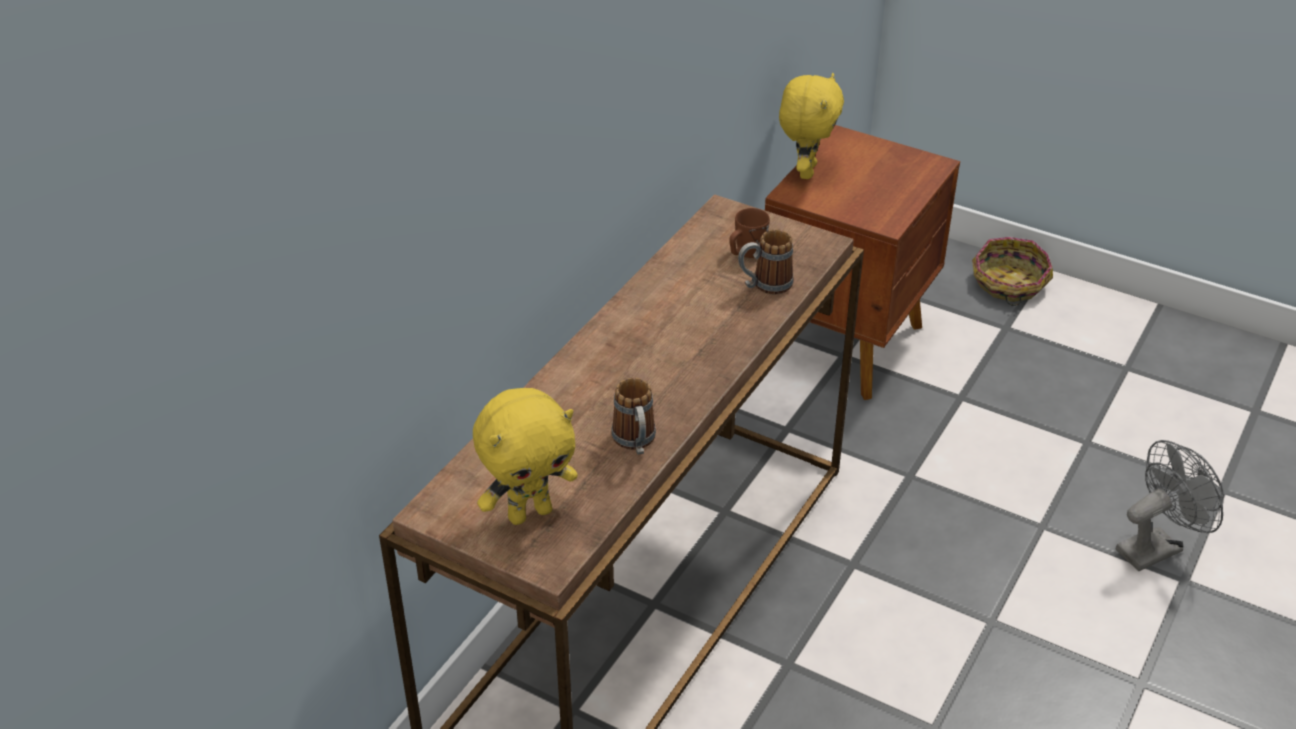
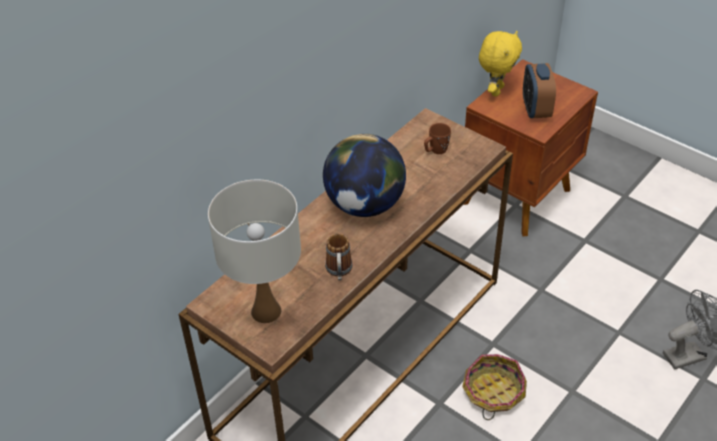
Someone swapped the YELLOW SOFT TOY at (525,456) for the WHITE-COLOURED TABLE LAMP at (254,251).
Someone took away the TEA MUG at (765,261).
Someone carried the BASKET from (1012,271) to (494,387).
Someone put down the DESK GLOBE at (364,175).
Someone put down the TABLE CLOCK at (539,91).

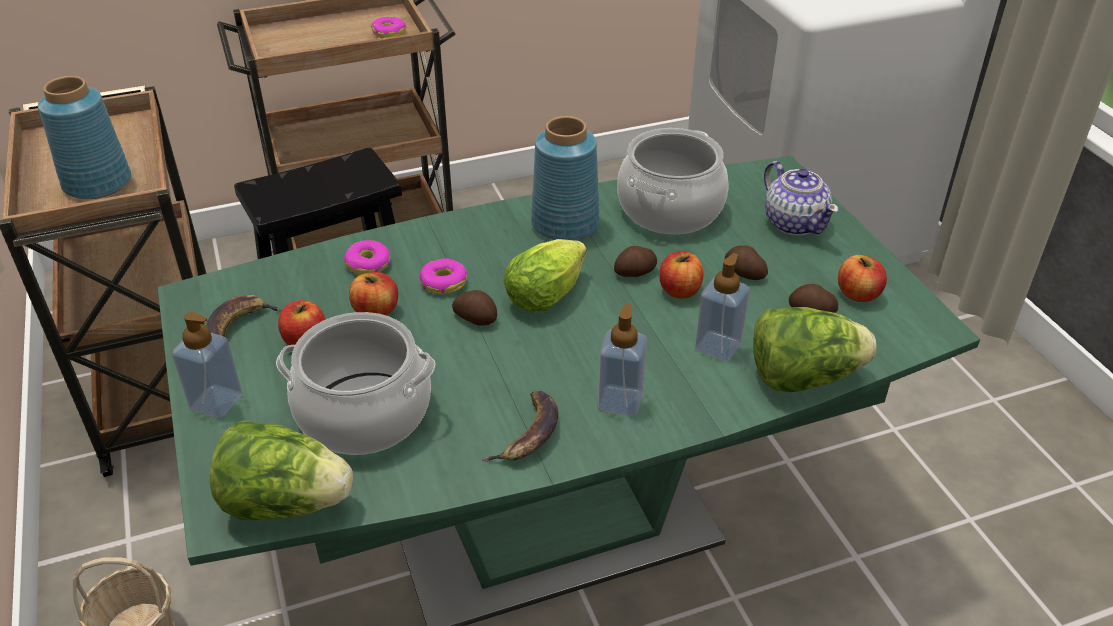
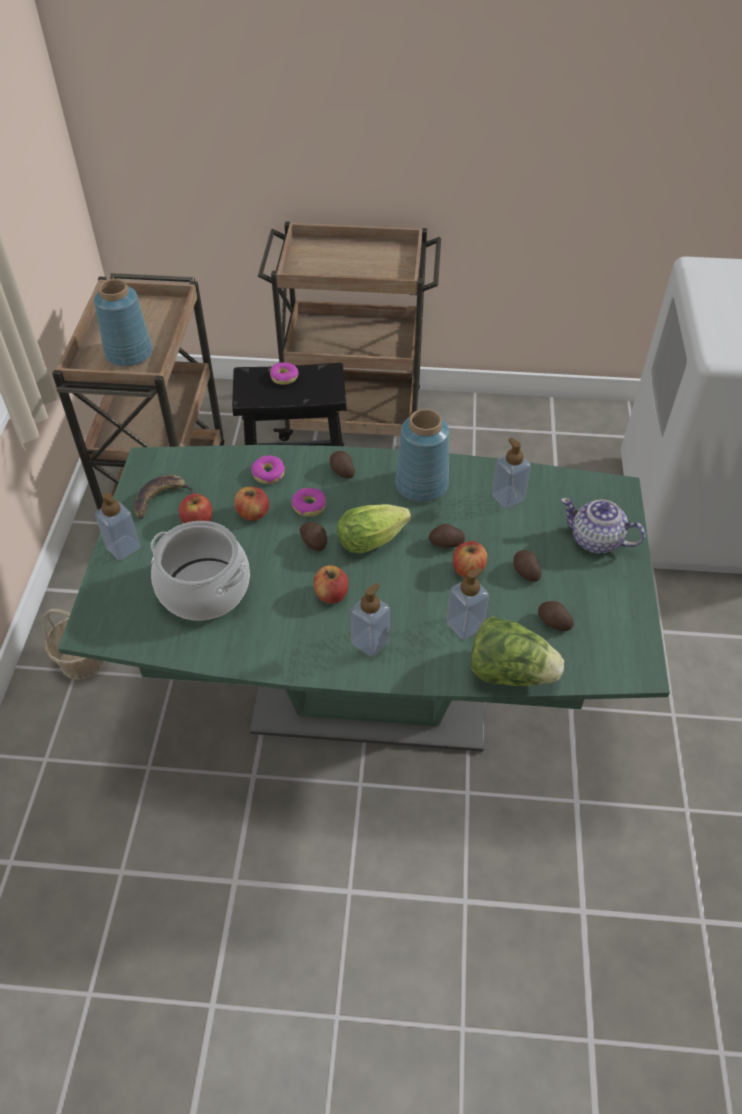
Someone took away the LETTUCE HEAD at (281,470).
Someone carried the DOUGHNUT from (388,27) to (284,373).
Someone took away the BANANA at (520,426).
Someone swapped the STOCKPOT at (672,181) for the LIQUID SOAP BOTTLE at (511,473).
Someone rotated the POT FOR TEA at (801,198) by 120 degrees clockwise.
Someone carried the APPLE from (862,278) to (331,584).
Someone put down the POTATO at (342,465).

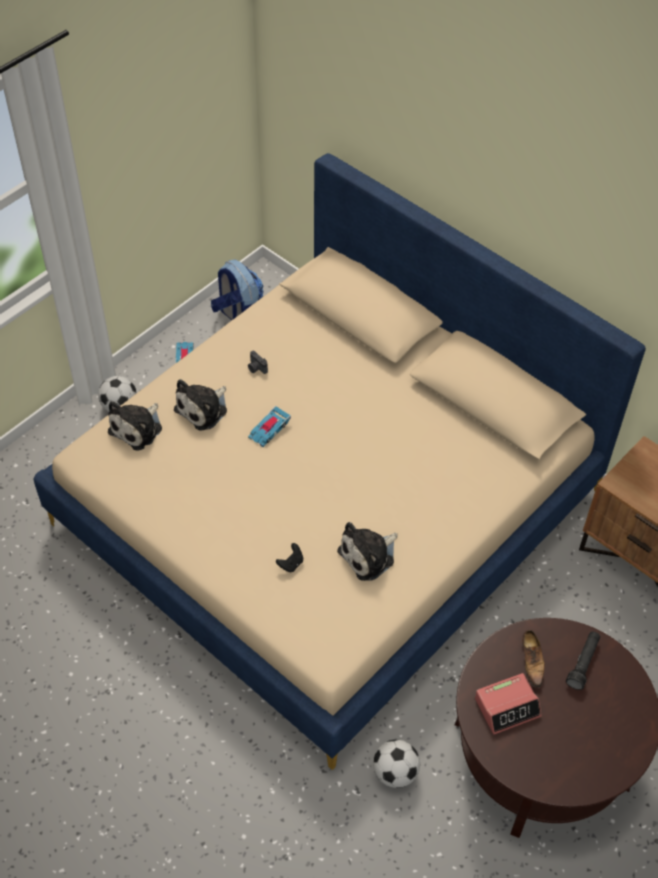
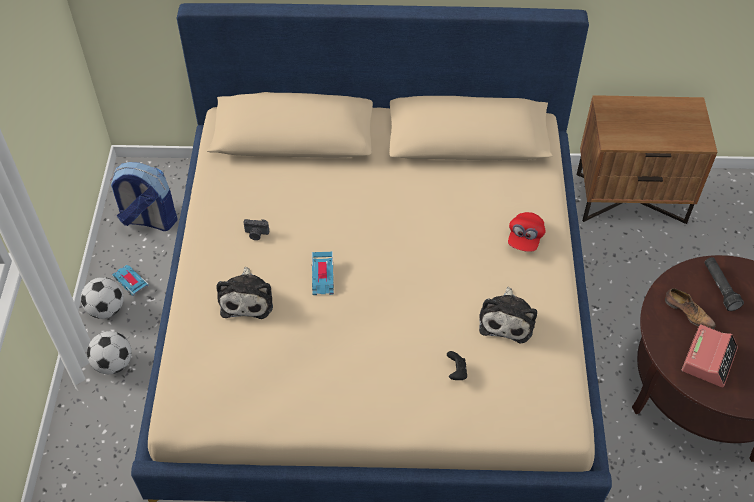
Someone took away the SOFT TOY at (135,426).
Someone carried the FOOTBALL BALL from (396,763) to (102,298).
Someone put down the RED-COLOURED PEAKED CAP at (527,232).

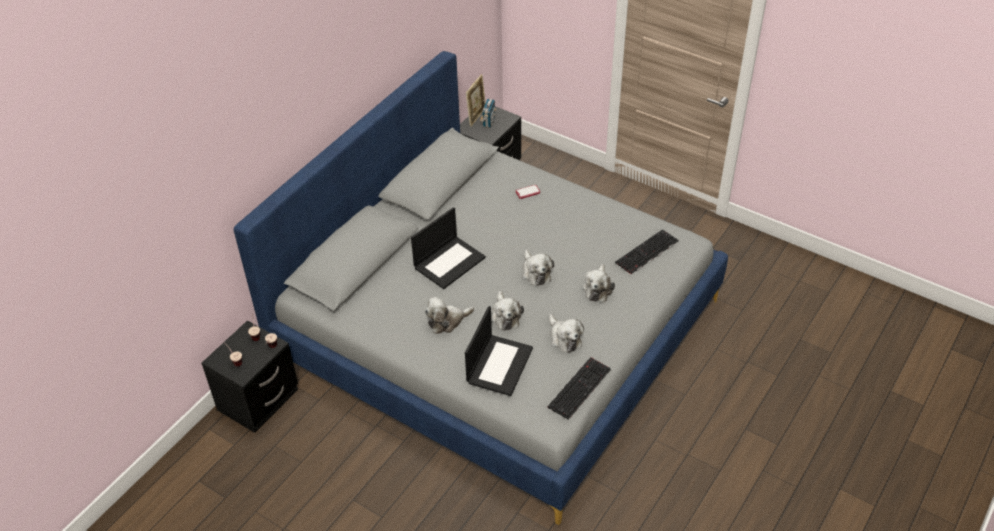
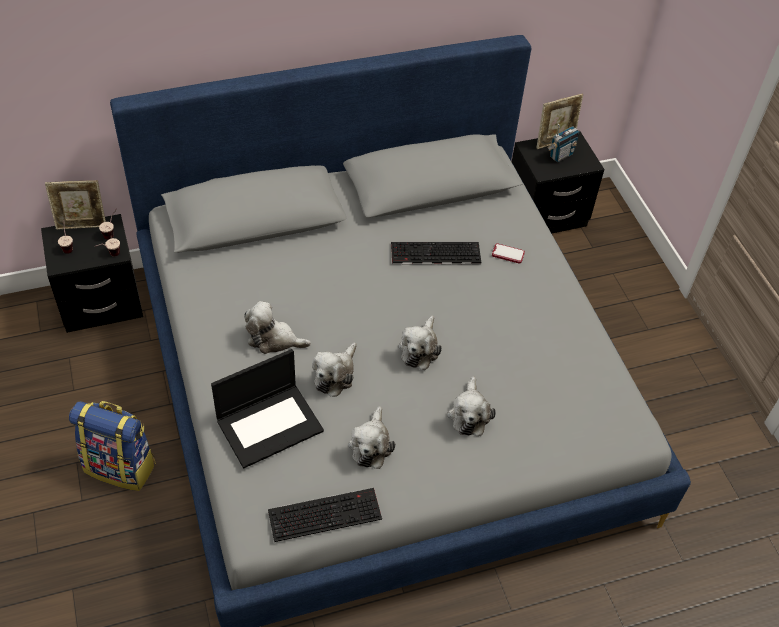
Someone took away the PORTABLE COMPUTER at (448,248).
Someone rotated the SOFT TOY at (598,283) by 45 degrees counterclockwise.
Someone carried the COMPUTER KEYBOARD from (647,251) to (436,253).
Someone put down the STANDING FRAME at (75,205).
Someone put down the RUCKSACK at (112,446).

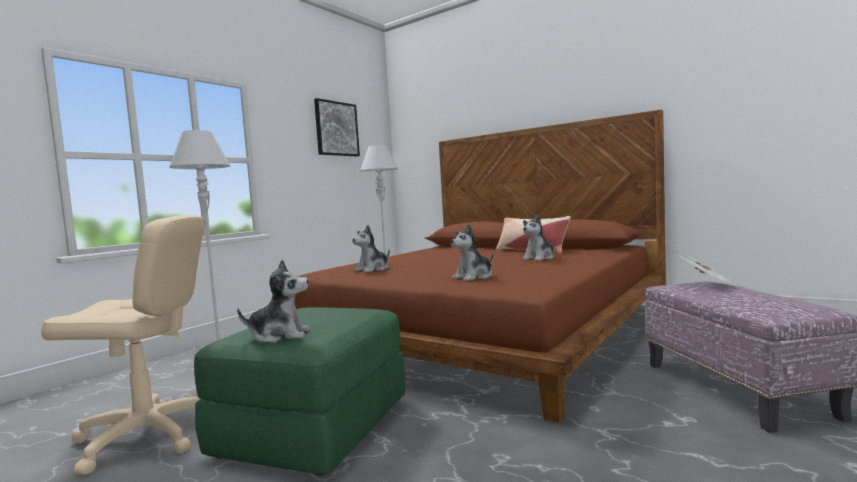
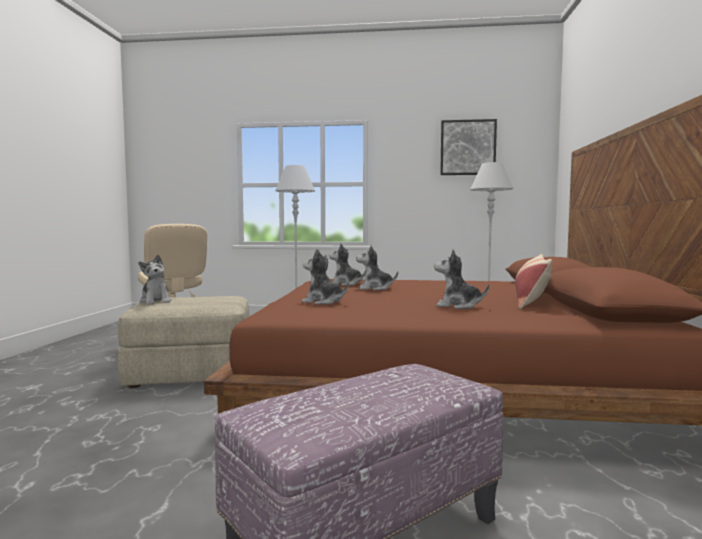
Someone repainted the GREENISH FOOTREST at (300,391), which became the BEIGE FOOTREST at (183,342).
Someone took away the PRINTED PAPER at (707,269).
Someone put down the SOFT TOY at (377,267).

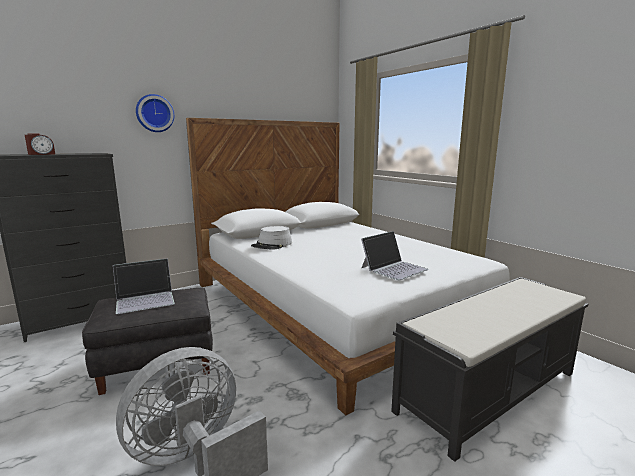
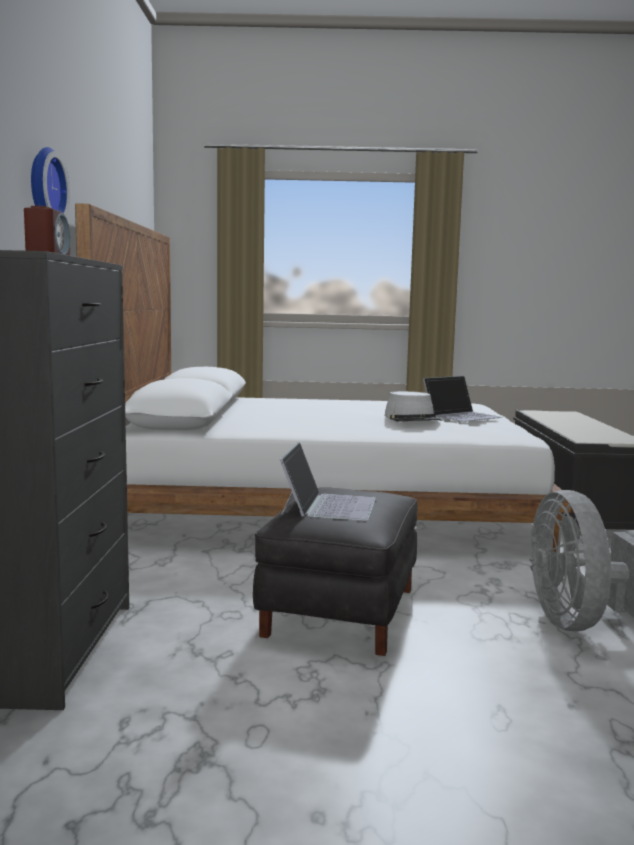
Someone carried the GRAY HAT from (271,238) to (413,406).
Someone rotated the PORTABLE COMPUTER at (395,255) by 60 degrees clockwise.

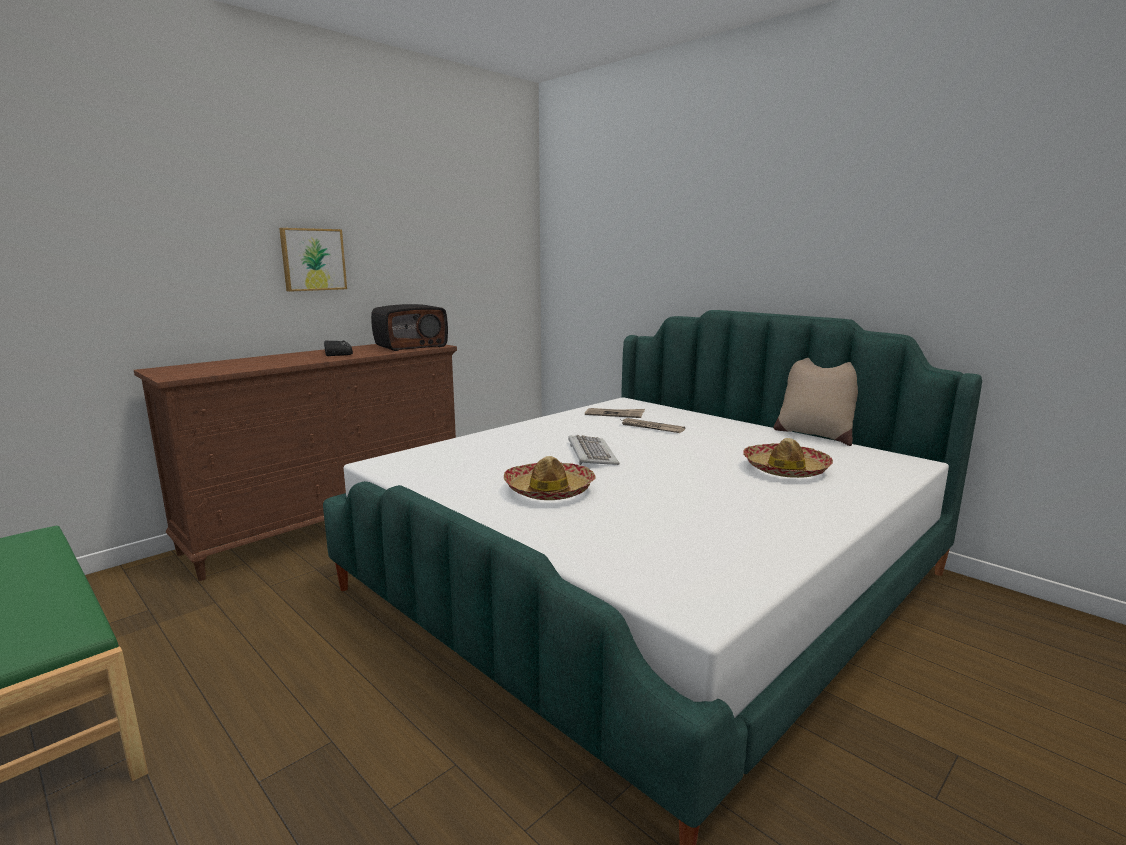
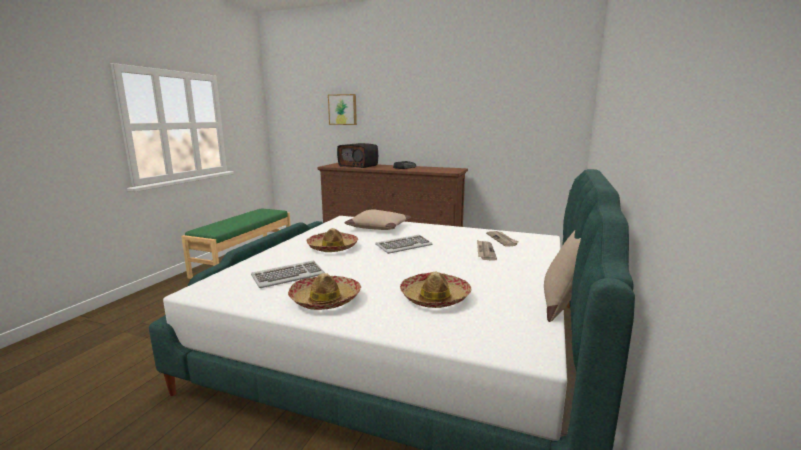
Someone carried the PICTURE from (313,260) to (342,109).
Someone carried the RADIO SET from (409,327) to (357,155).
Someone put down the COMPUTER KEYBOARD at (288,274).
Someone put down the HAT at (324,291).
Someone put down the BEIGE CUSHION at (378,219).

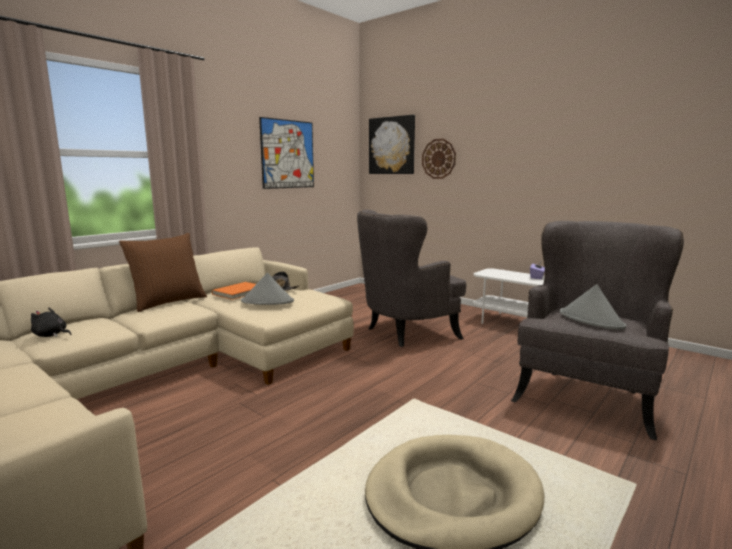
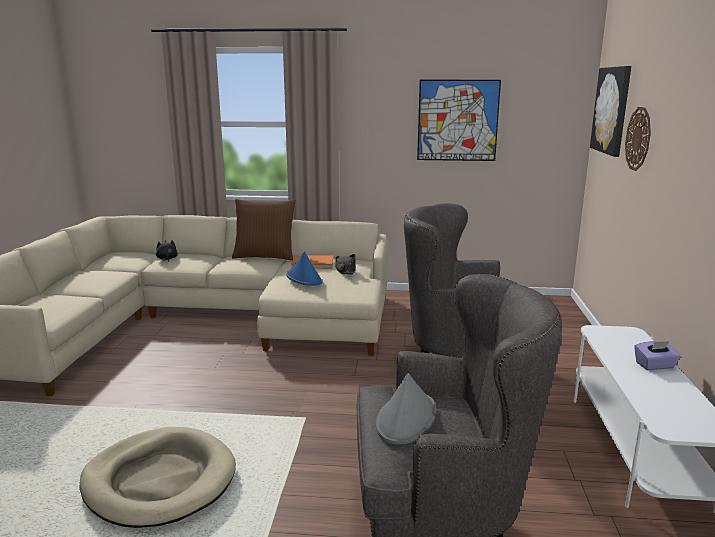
Someone repainted the GRAY HAT at (267,289), which became the BLUE-COLOURED HAT at (304,268).

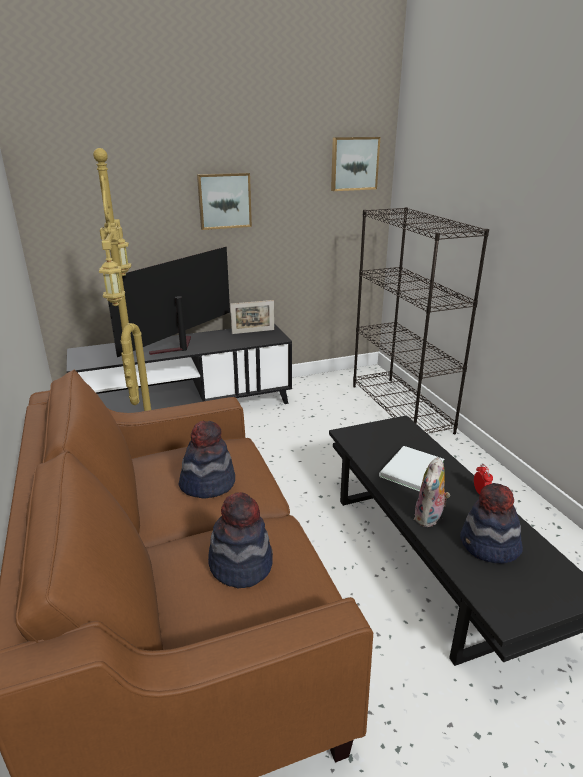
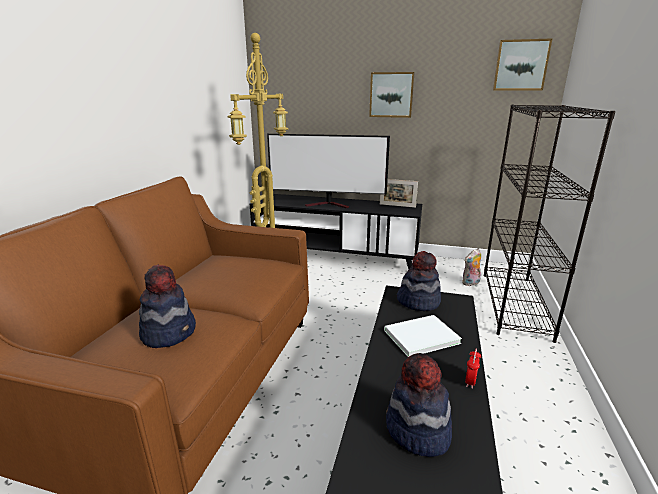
Someone rotated the TV SET at (169,302) by 150 degrees counterclockwise.
Someone carried the HAT from (207,460) to (419,281).
Someone carried the SOFT TOY from (432,492) to (471,267).

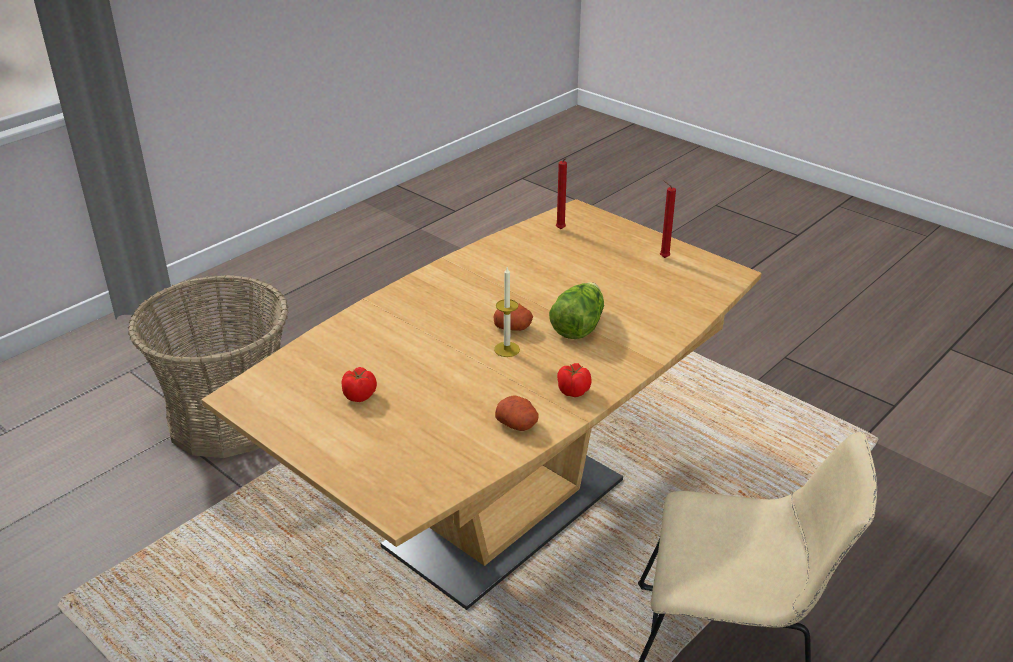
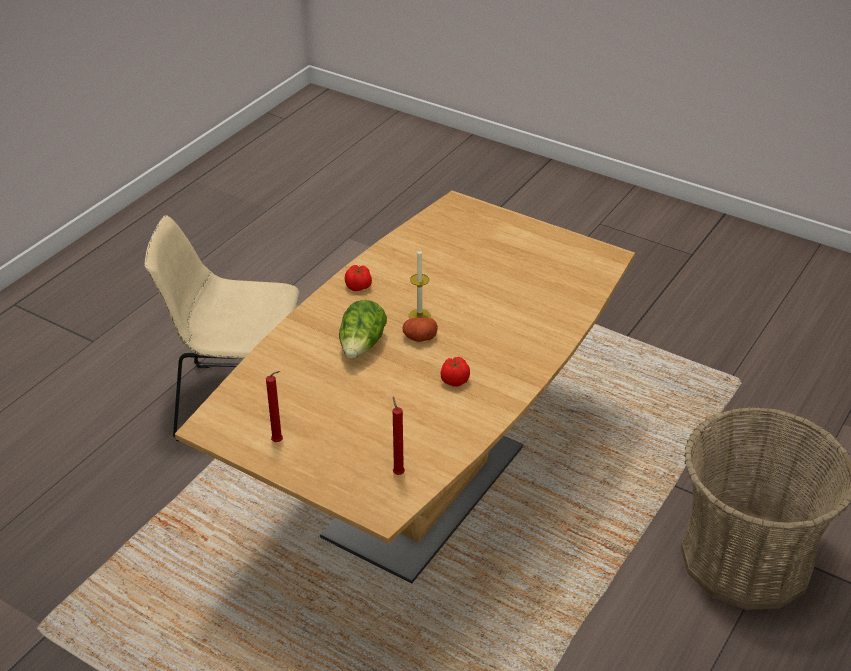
Someone carried the TOMATO from (359,384) to (455,372).
Someone took away the POTATO at (516,413).

